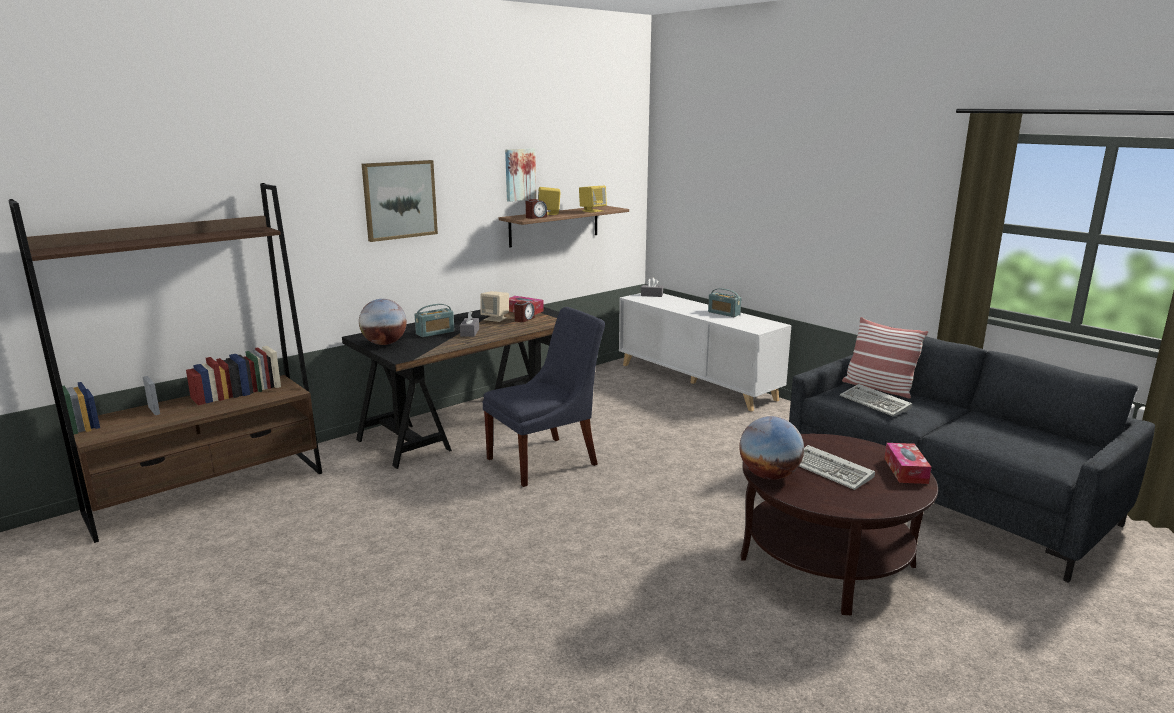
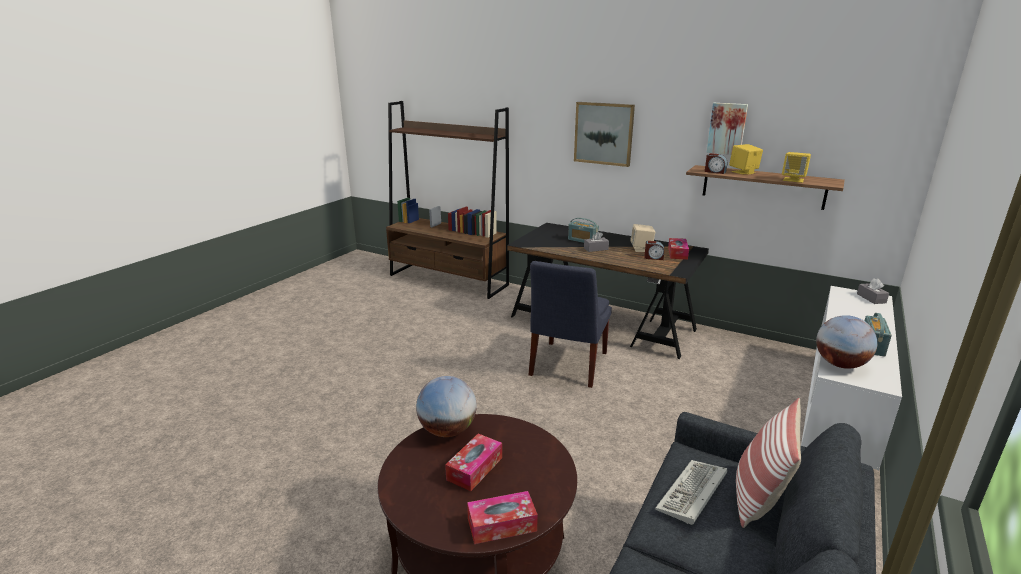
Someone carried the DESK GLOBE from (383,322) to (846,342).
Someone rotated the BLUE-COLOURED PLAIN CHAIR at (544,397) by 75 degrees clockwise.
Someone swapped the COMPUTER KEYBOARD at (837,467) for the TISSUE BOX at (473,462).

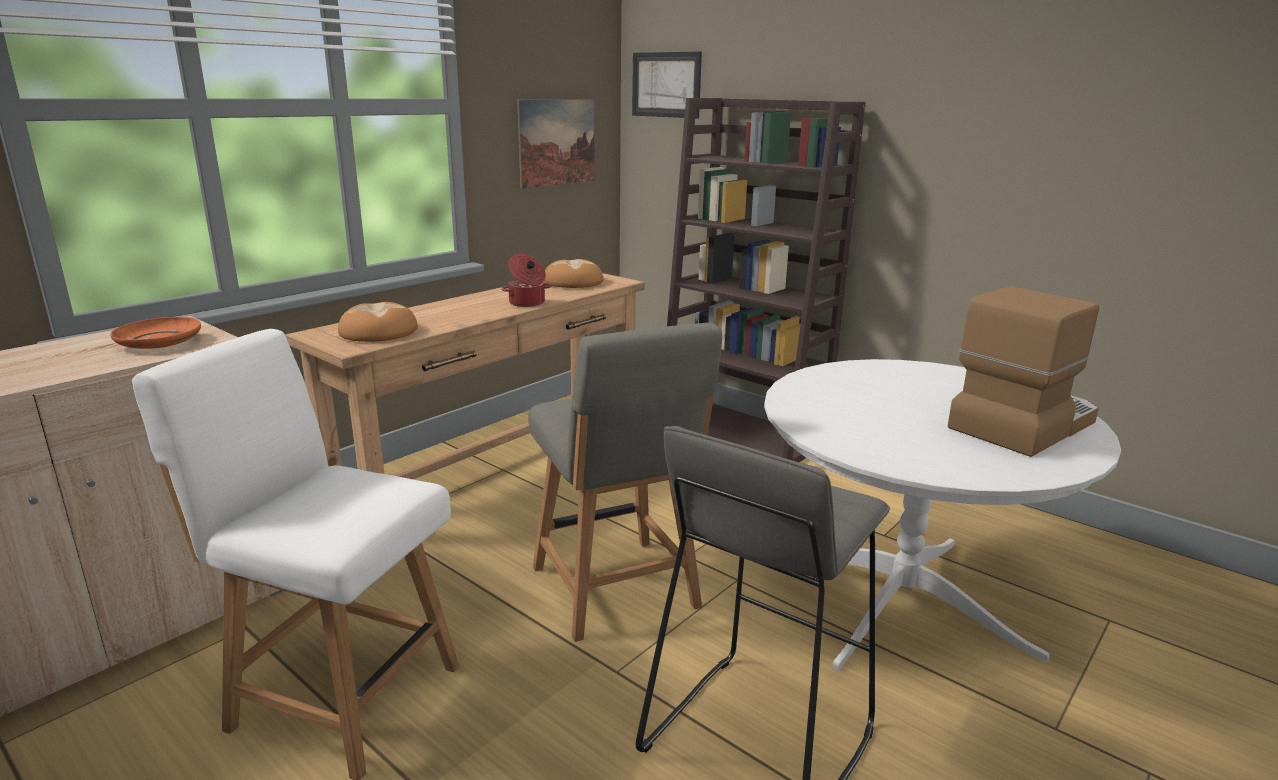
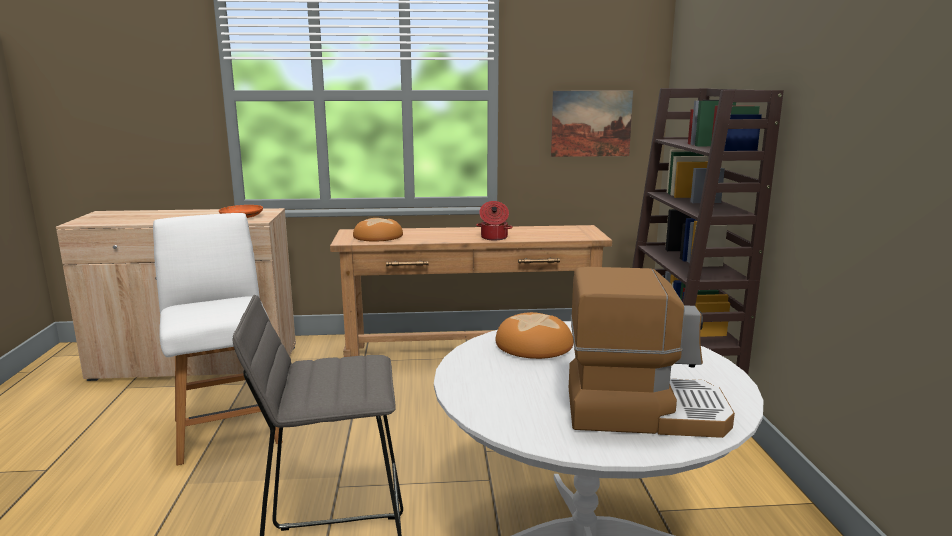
Someone took away the GRAY PLAIN CHAIR at (625,482).
Someone carried the BAKED BREAD from (573,273) to (534,335).
Someone took away the PICTURE at (667,85).

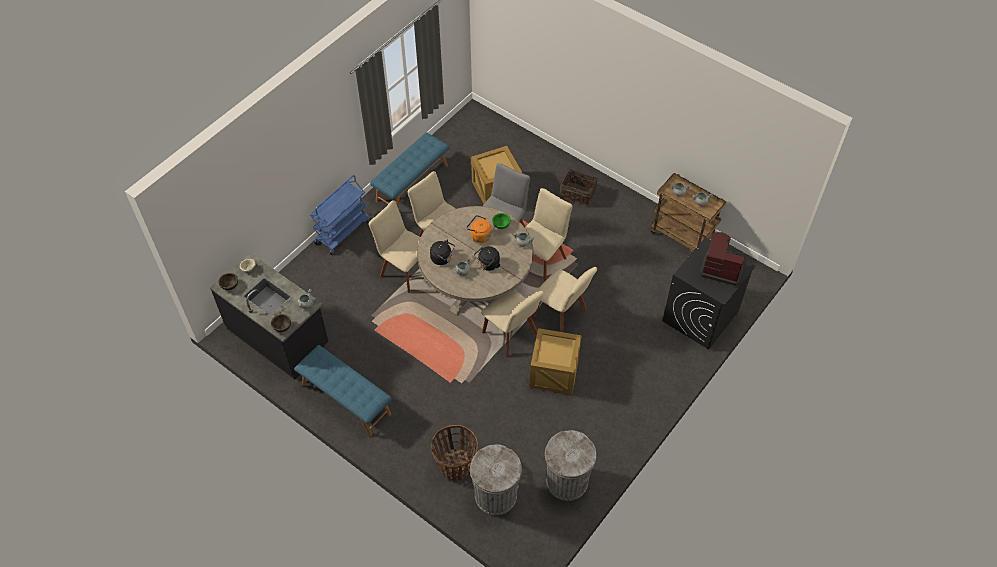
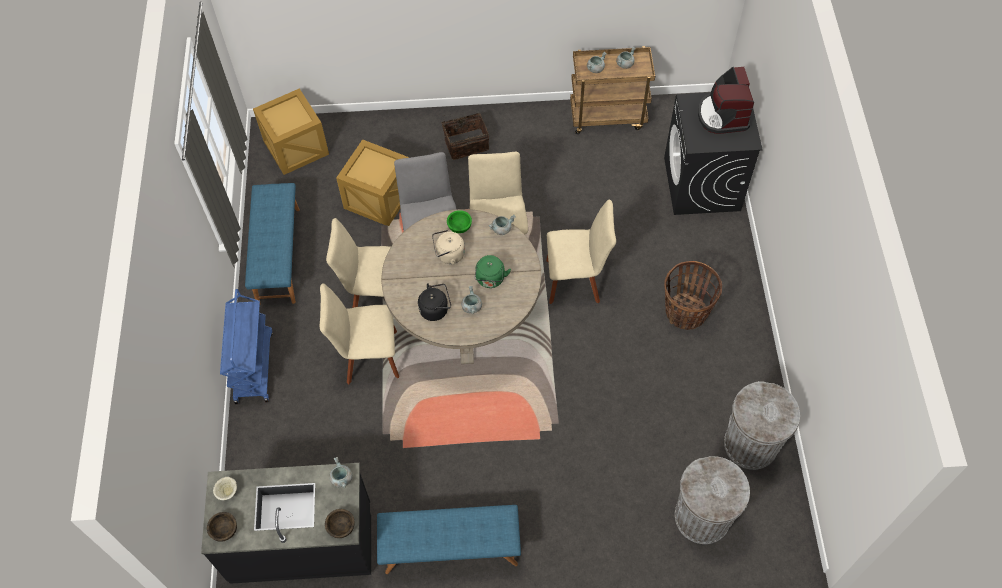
Someone carried the BASKET from (454,453) to (693,295).
Someone repainted the ORANGE-COLOURED TEA KETTLE at (479,229), which became the BEIGE TEA KETTLE at (448,247).
Someone repainted the BLACK-COLOURED TEA KETTLE at (487,258), which became the GREENISH TEA KETTLE at (493,271).
Someone took away the BEIGE PLAIN CHAIR at (512,323).
Someone carried the CRATE from (555,361) to (291,131).
Someone rotated the COFFEE MACHINE at (722,259) by 75 degrees counterclockwise.

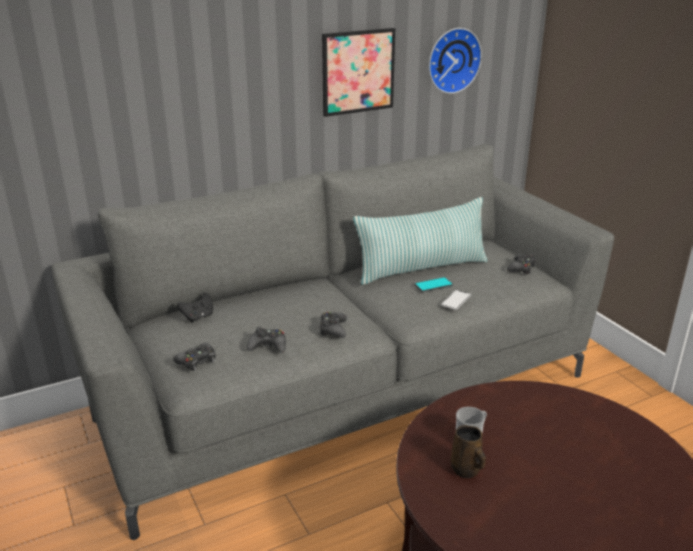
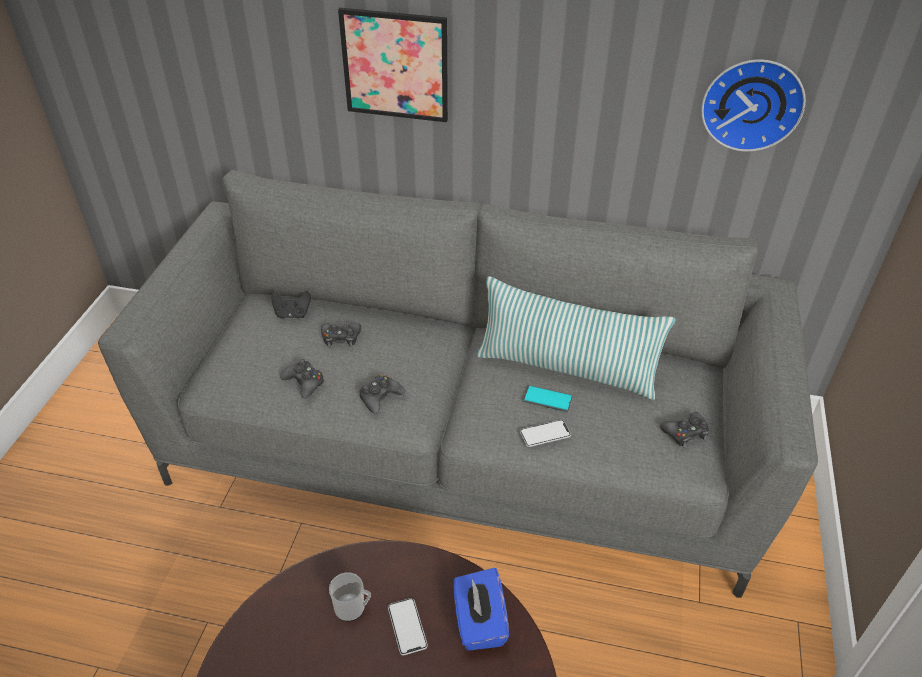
Someone carried the BLACK-COLOURED JOYPAD from (194,357) to (341,335).
Someone carried the PICTURE from (358,72) to (393,65).
Someone took away the BROWN-COLOURED TEA MUG at (468,451).
Someone put down the TELEPHONE at (408,626).
Someone put down the BLUE-COLOURED TISSUE BOX at (481,609).

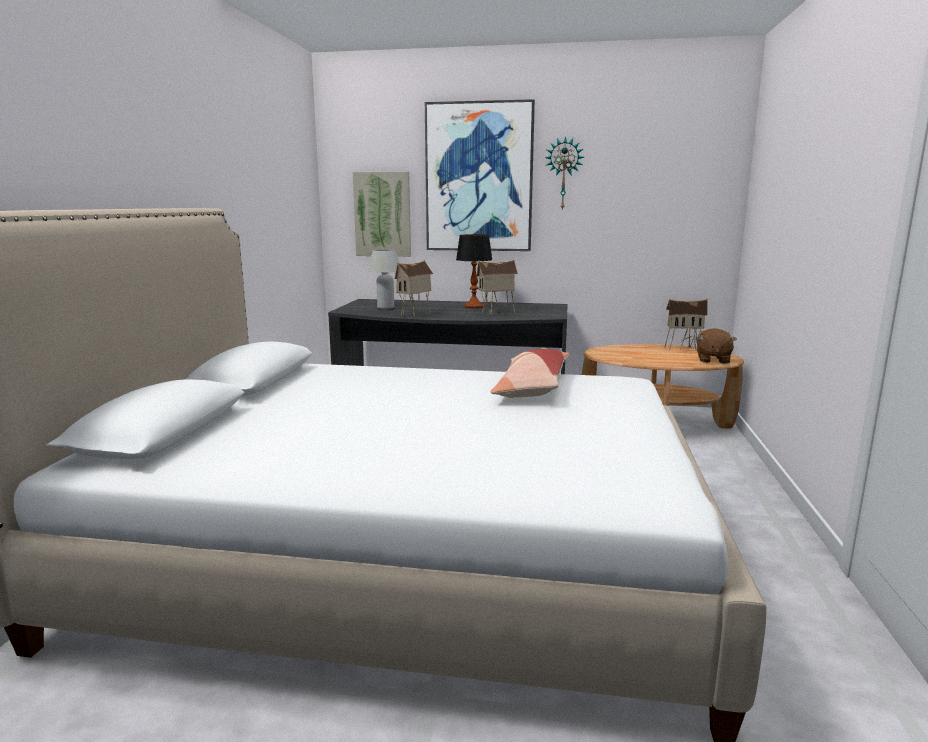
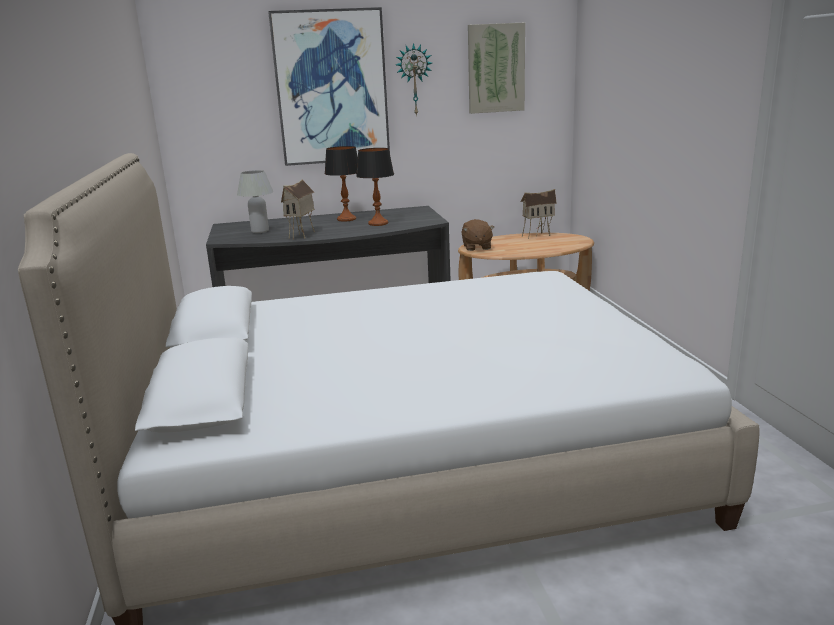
Someone carried the PICTURE from (382,214) to (496,68).
Someone swapped the MODEL HOUSE at (497,287) for the TABLE LAMP at (375,187).
Someone took away the CUSHION at (530,373).
Someone carried the BROWN-COLOURED SOFT TOY from (717,346) to (478,235).

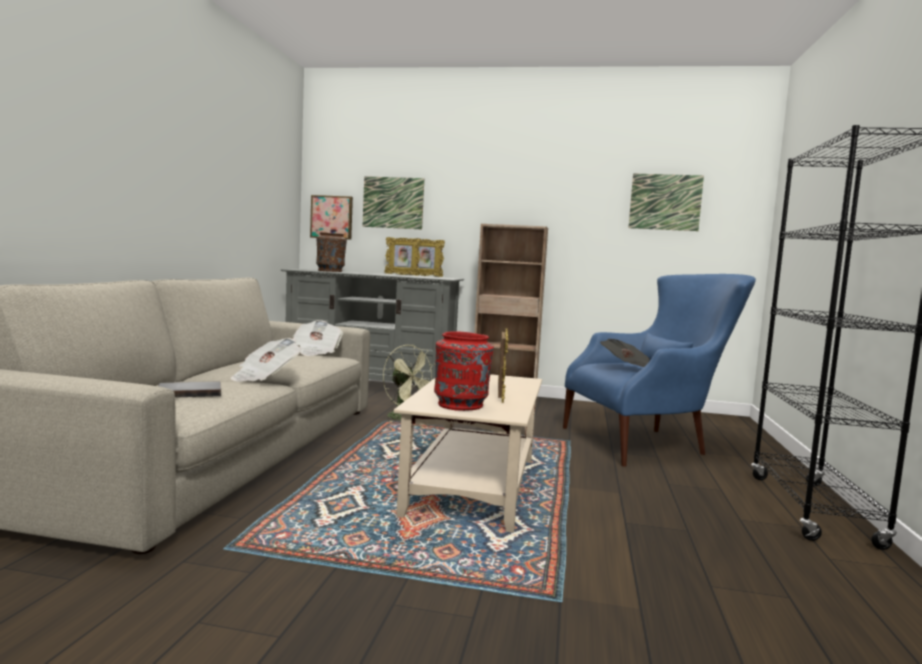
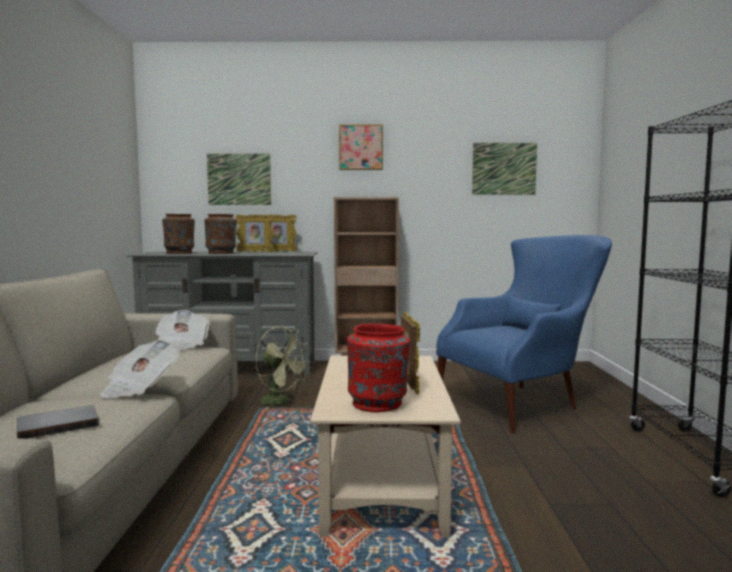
Someone carried the PICTURE from (331,217) to (361,147).
Someone took away the PRINTED PAPER at (625,353).
Someone put down the BROWN-COLOURED VASE at (220,234).

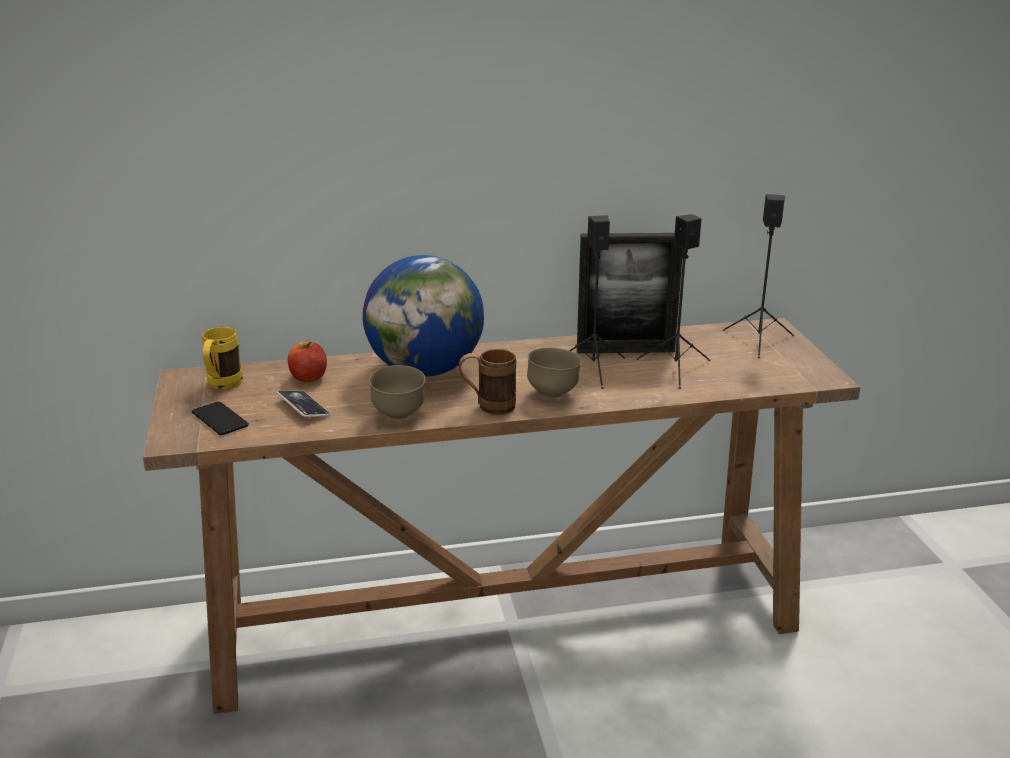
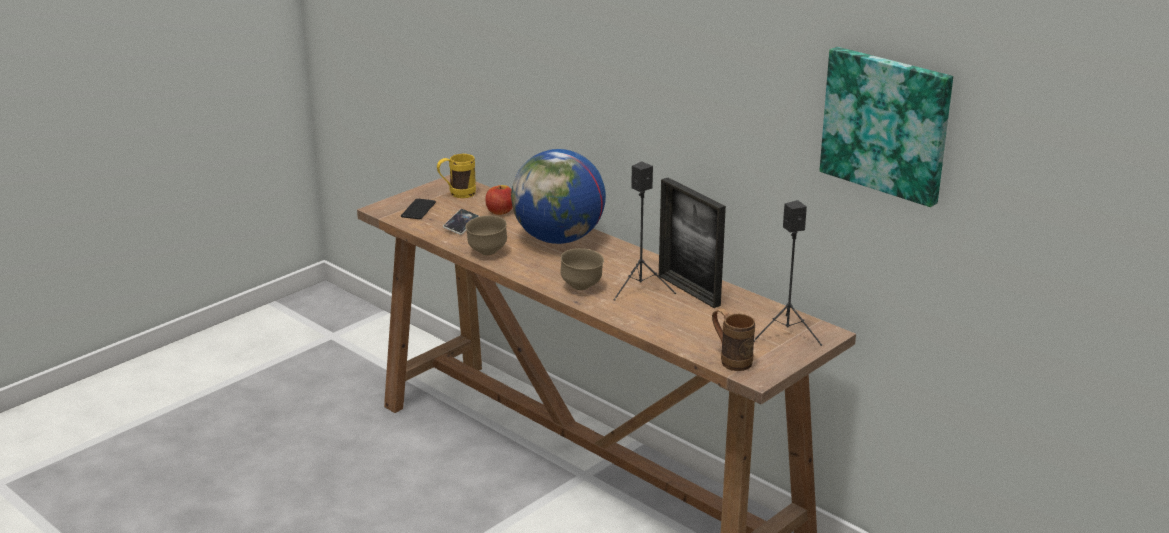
Someone carried the BROWN-COLOURED TEA MUG from (487,382) to (733,339).
Someone took away the BLACK-COLOURED SPEAKER at (673,301).
Someone put up the PICTURE at (886,127).

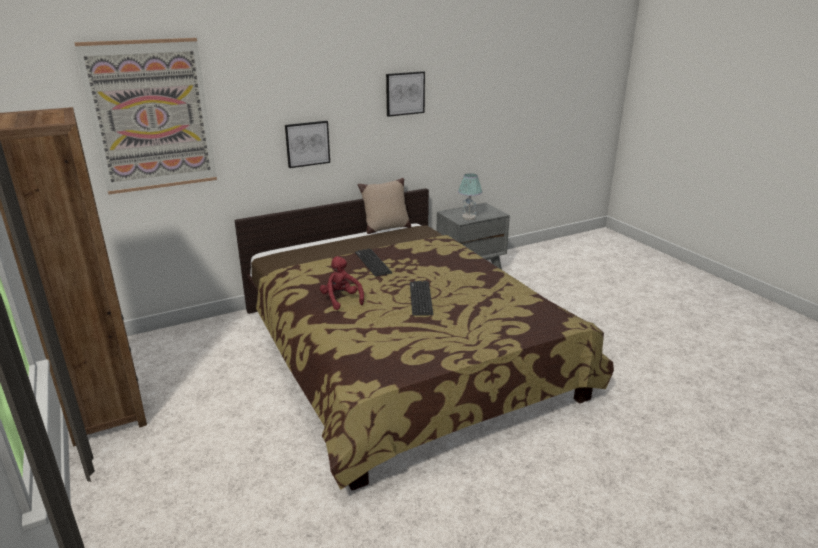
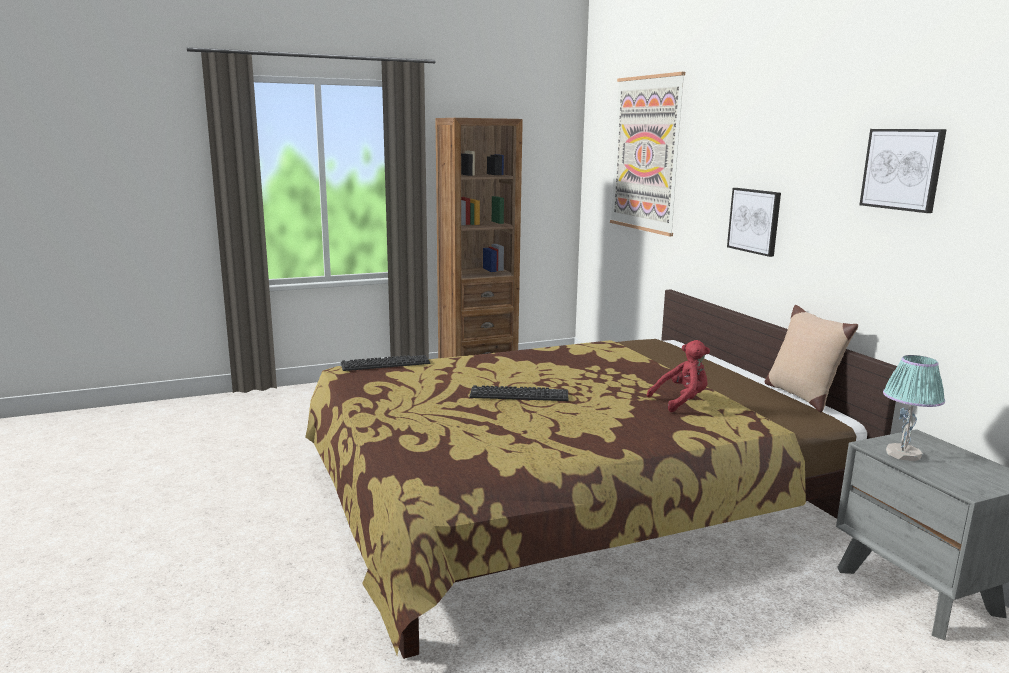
Someone carried the RED-COLOURED SOFT TOY from (342,283) to (678,376).
Someone carried the COMPUTER KEYBOARD from (373,262) to (385,363).

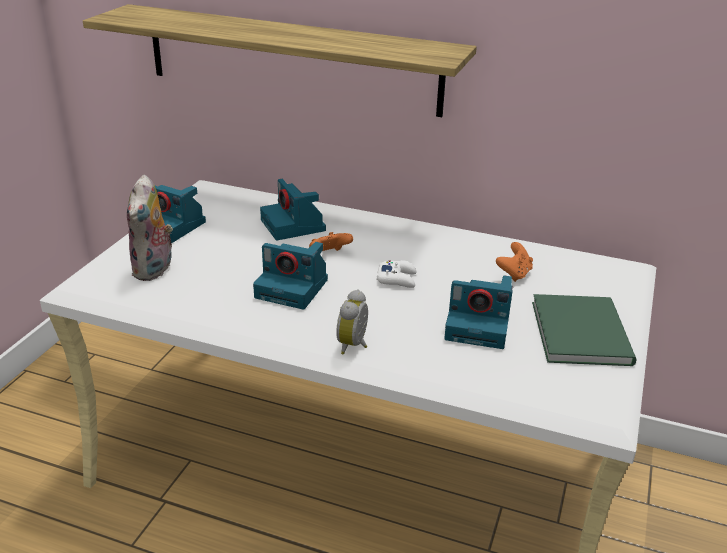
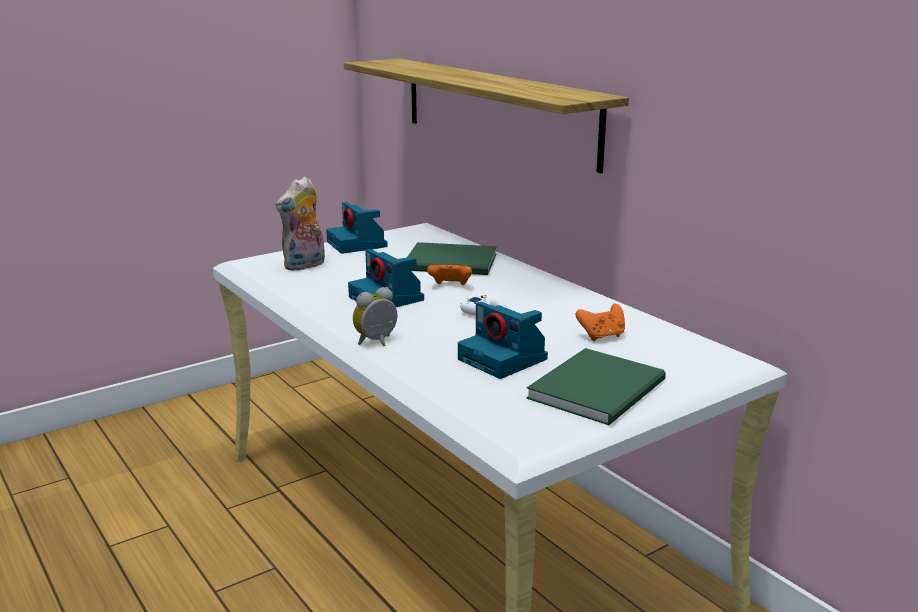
Someone swapped the STILL CAMERA at (293,209) for the GREENISH VOLUME at (452,258).

